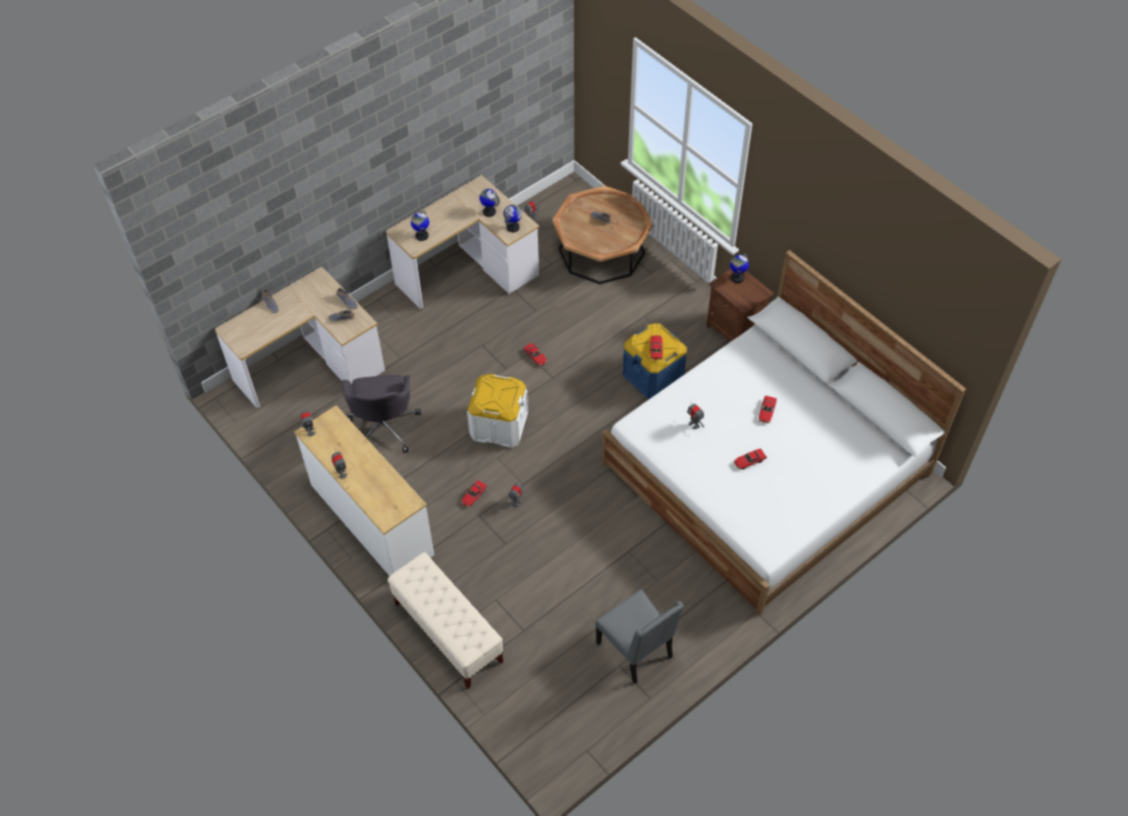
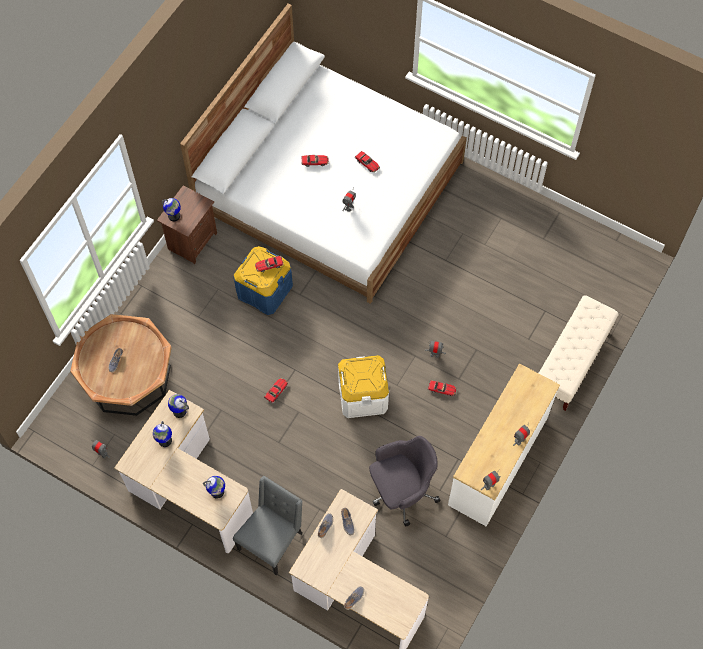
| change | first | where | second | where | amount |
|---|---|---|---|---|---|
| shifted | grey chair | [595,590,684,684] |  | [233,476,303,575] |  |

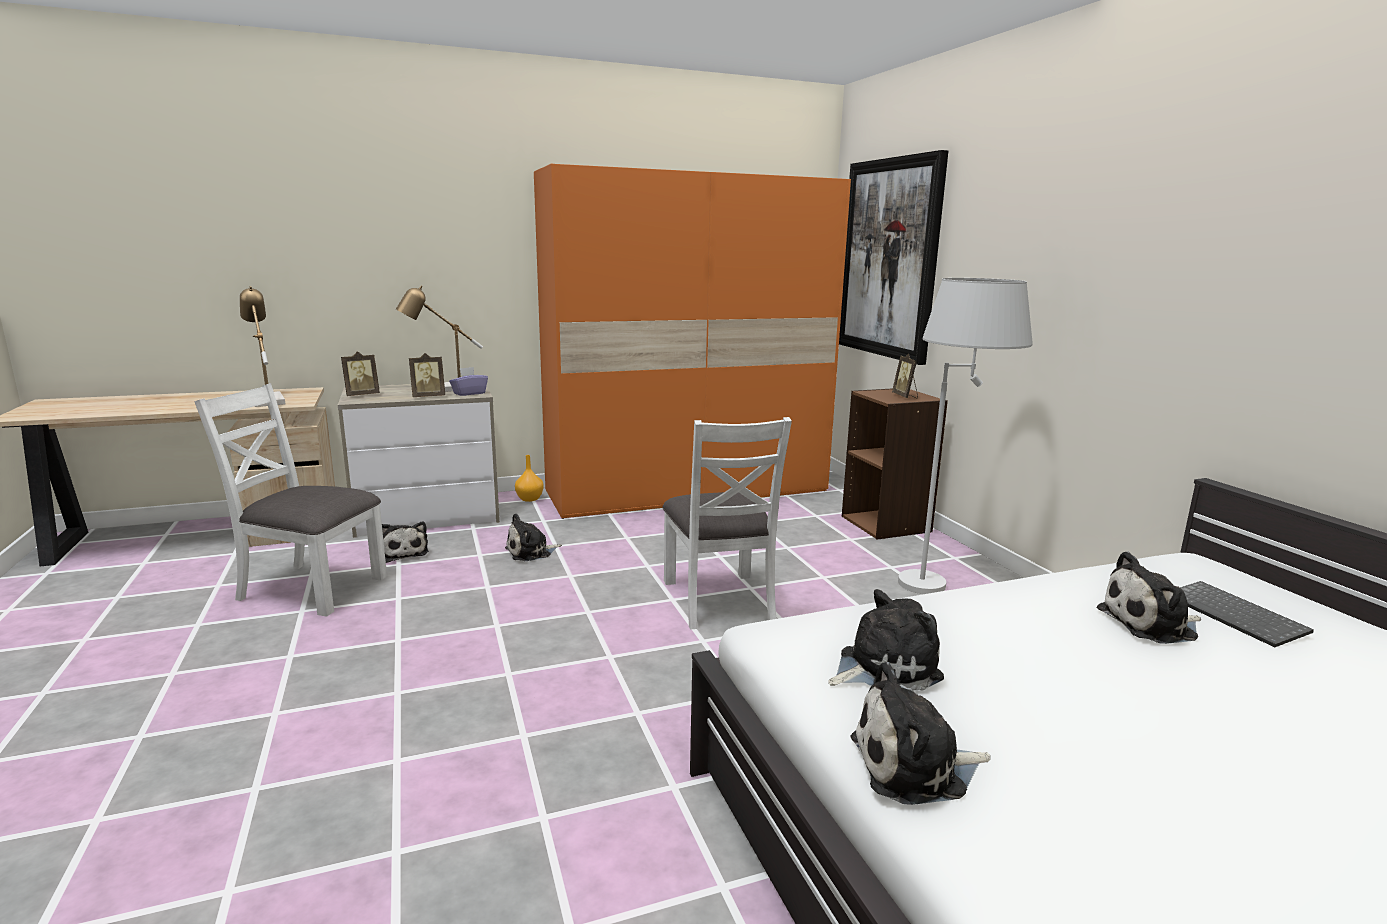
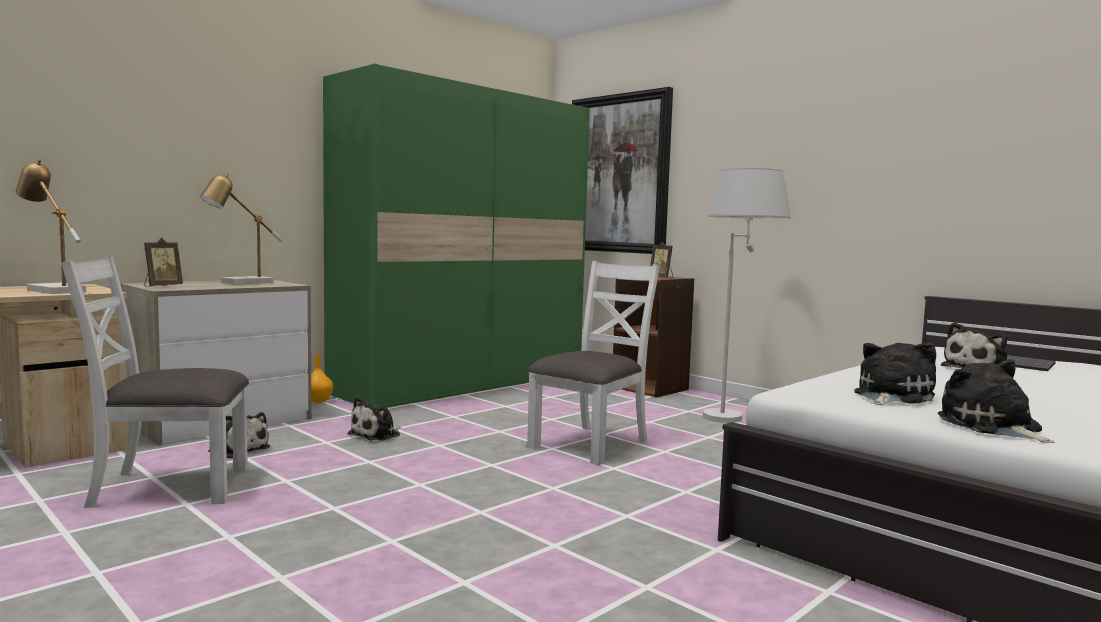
| change | first | where | second | where | amount |
|---|---|---|---|---|---|
| gone | picture frame | [409,353,445,397] |  |  |  |
| gone | purple tissue box | [449,367,488,396] |  |  |  |
| repainted | orange wardrobe | [534,164,851,519] | green wardrobe | [323,64,590,408] |  |
| rotated | white chair | [662,417,792,629] |  | [527,261,660,465] | 105 degrees counterclockwise |
| rotated | plush toy | [850,662,991,805] |  | [938,359,1054,443] | 105 degrees clockwise |

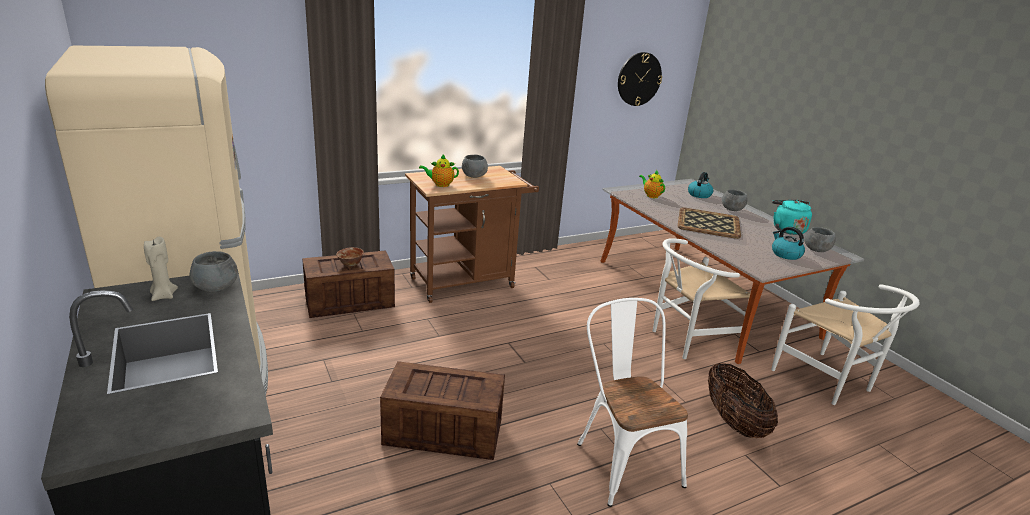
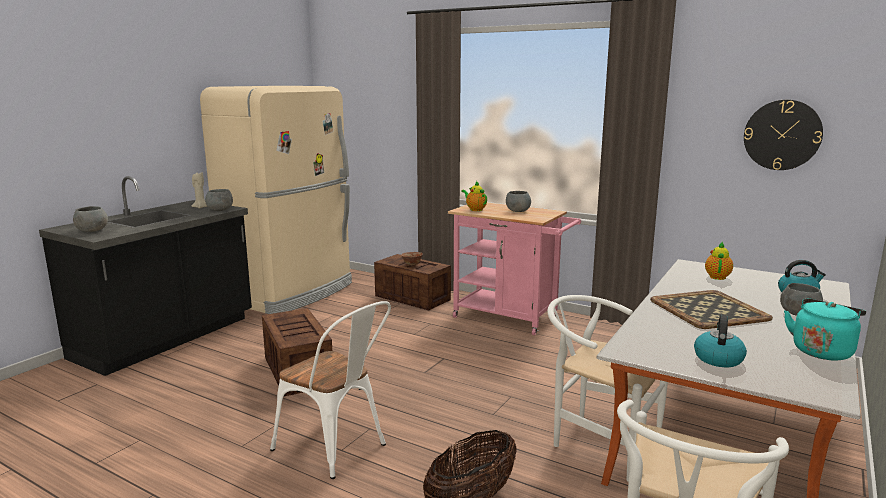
| change | first | where | second | where | amount |
|---|---|---|---|---|---|
| shifted | grey bowl | [804,227,836,252] |  | [73,206,108,232] |  |
| repainted | brown cart | [405,166,539,303] | pink cart | [448,202,581,335] |  |
| rotated | white chair | [577,298,688,507] |  | [270,301,391,479] | 90 degrees clockwise |

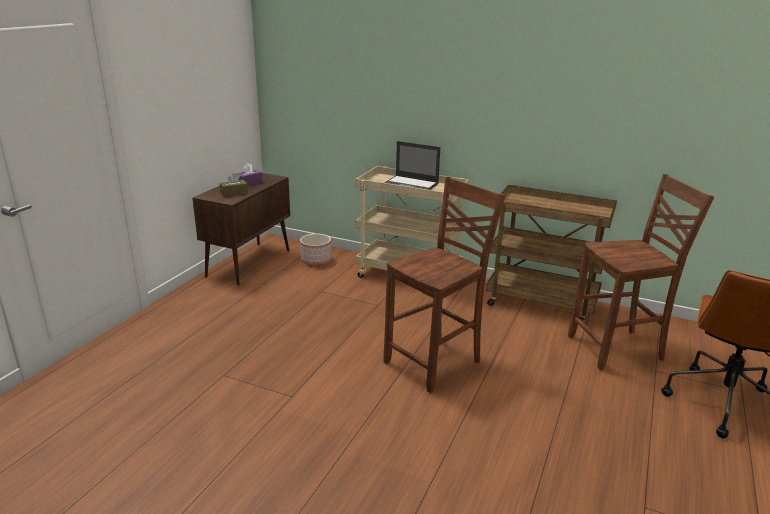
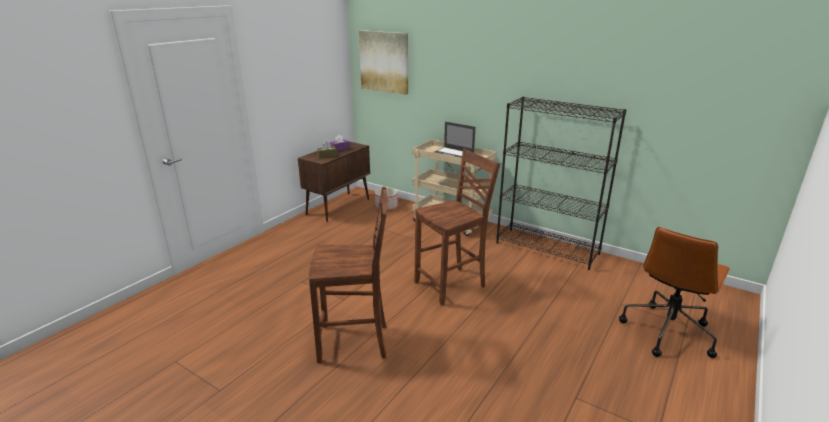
| change | first | where | second | where | amount |
|---|---|---|---|---|---|
| new |  |  | picture | [359,30,408,95] |  |
| shifted | brown chair | [568,174,714,370] |  | [309,187,388,363] |  |
| swapped | brown cart | [486,185,617,321] | black bookcase | [496,97,626,270] |  |

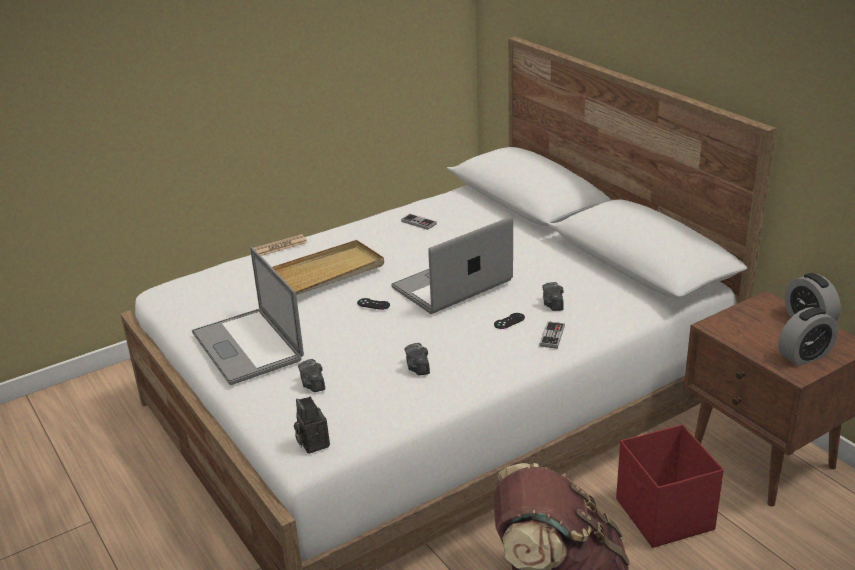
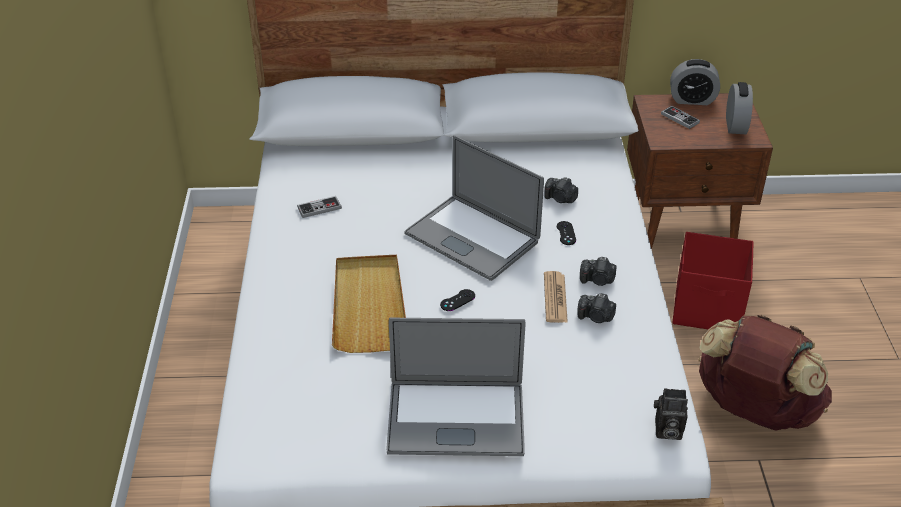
| change | first | where | second | where | amount |
|---|---|---|---|---|---|
| shifted | newspaper | [254,234,308,256] |  | [544,271,568,323] |  |
| shifted | photo camera | [298,359,325,392] |  | [580,257,617,286] |  |
| shifted | game controller | [539,321,565,349] |  | [661,106,700,129] |  |
| rotated | laptop | [391,217,513,314] |  | [405,135,544,281] | 45 degrees counterclockwise |

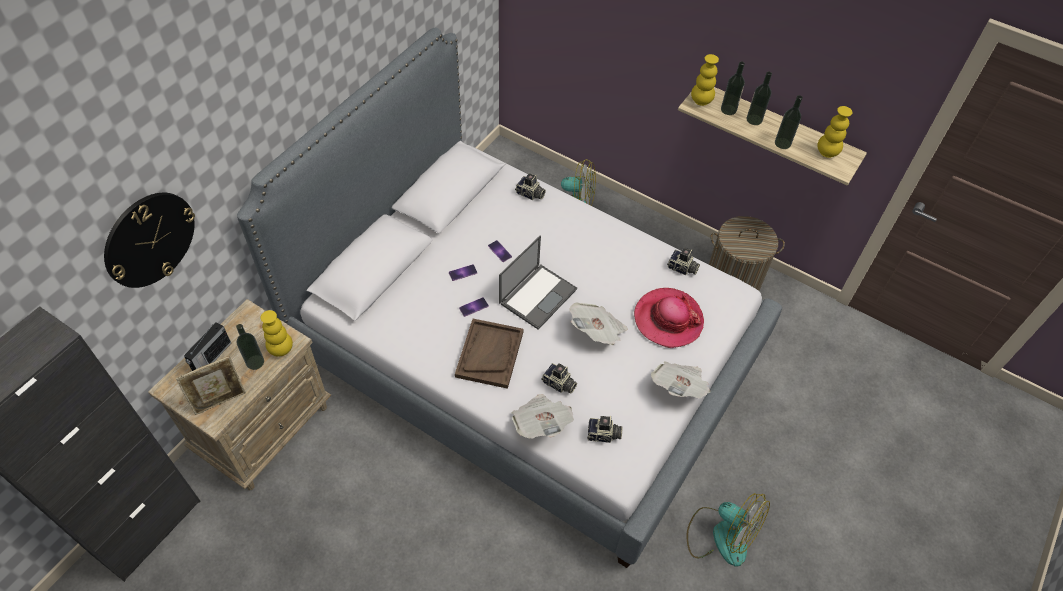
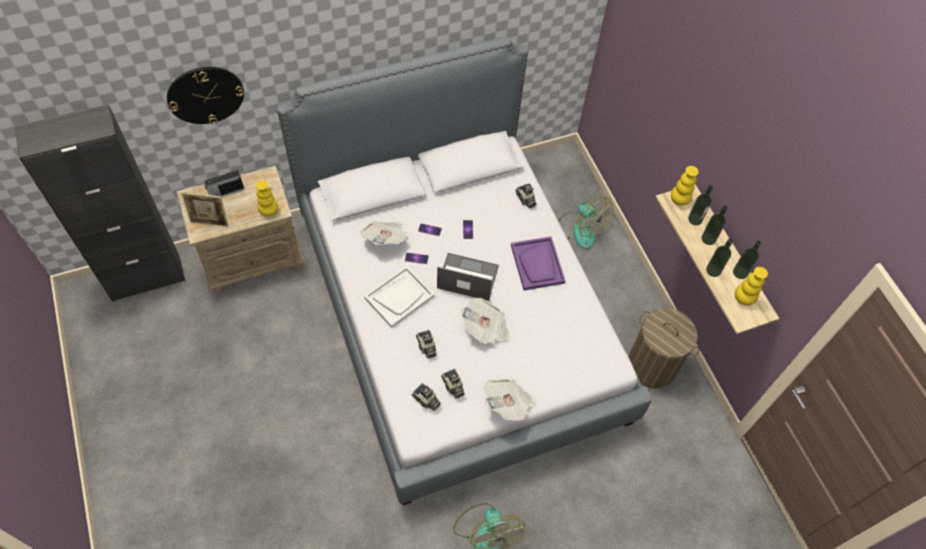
| change | first | where | second | where | amount |
|---|---|---|---|---|---|
| gone | hat | [634,288,704,348] |  |  |  |
| new |  |  | purple tray | [511,236,565,290] |  |
| shifted | bottle | [236,324,264,370] |  | [733,240,761,279] |  |
| shifted | newspaper | [511,394,574,439] |  | [361,221,407,245] |  |
| shifted | photo camera | [667,248,700,275] |  | [441,369,465,399] |  |
| repainted | brown tray | [455,319,524,389] | white tray | [364,266,435,328] |  |
| rotated | laptop | [499,236,577,330] |  | [437,253,499,301] | 150 degrees counterclockwise |

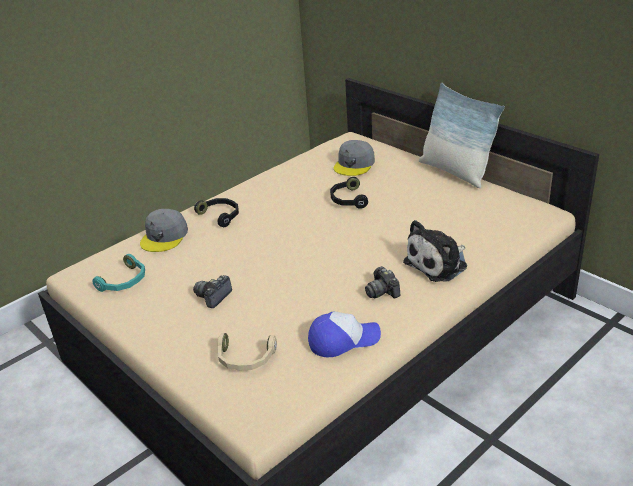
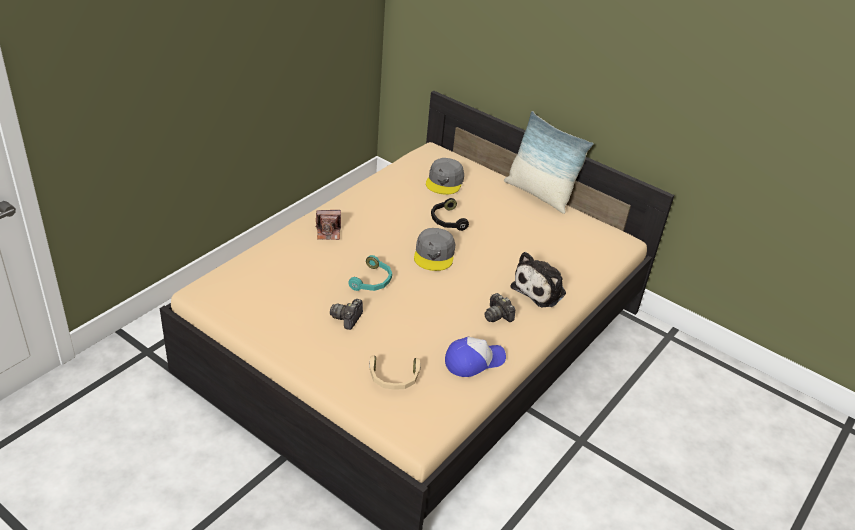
| change | first | where | second | where | amount |
|---|---|---|---|---|---|
| shifted | turquoise headphones | [92,254,145,292] |  | [348,255,392,291] |  |
| shifted | grey cap | [140,209,188,252] |  | [414,228,455,271] |  |
| swapped | black headphones | [194,198,239,227] | photo camera | [316,210,341,240] |  |

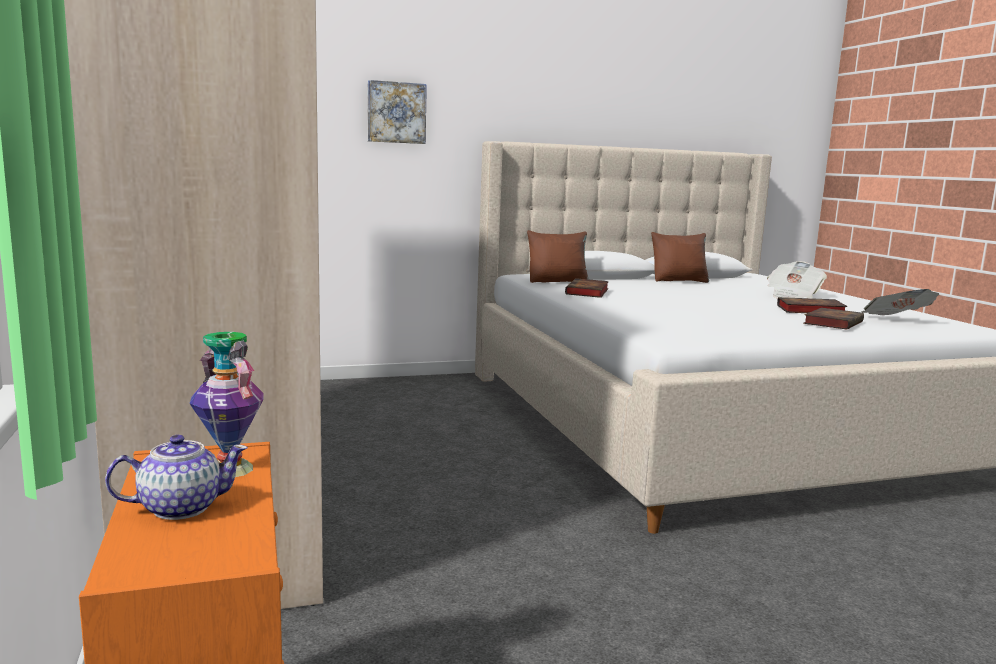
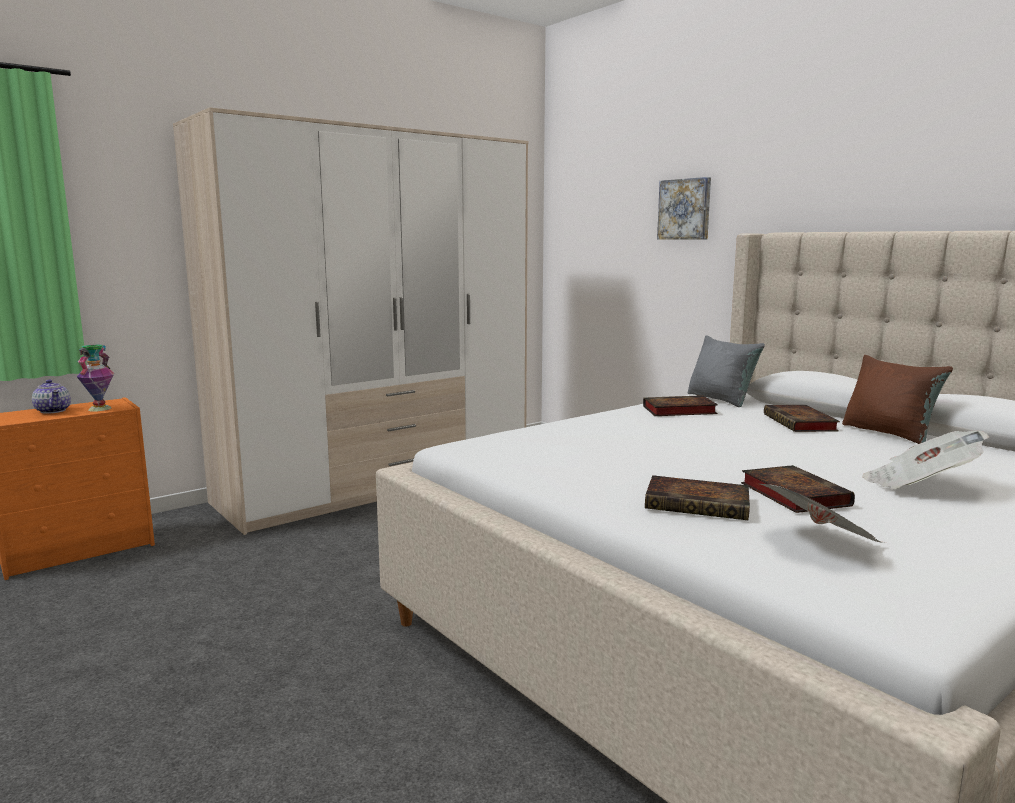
| change | first | where | second | where | amount |
|---|---|---|---|---|---|
| new |  |  | book | [764,405,840,432] |  |
| repainted | brown pillow | [527,230,589,283] | grey pillow | [687,335,765,407] |  |

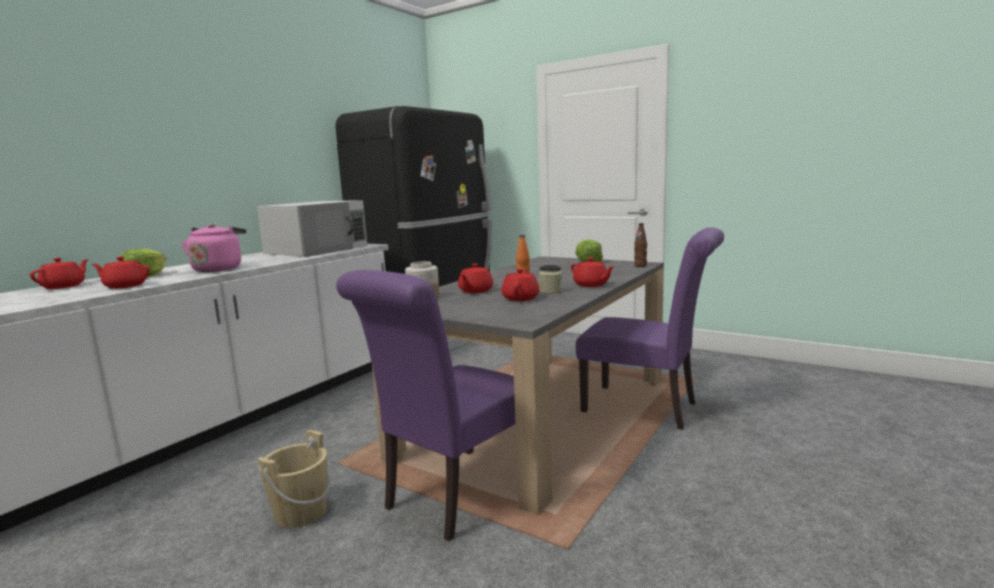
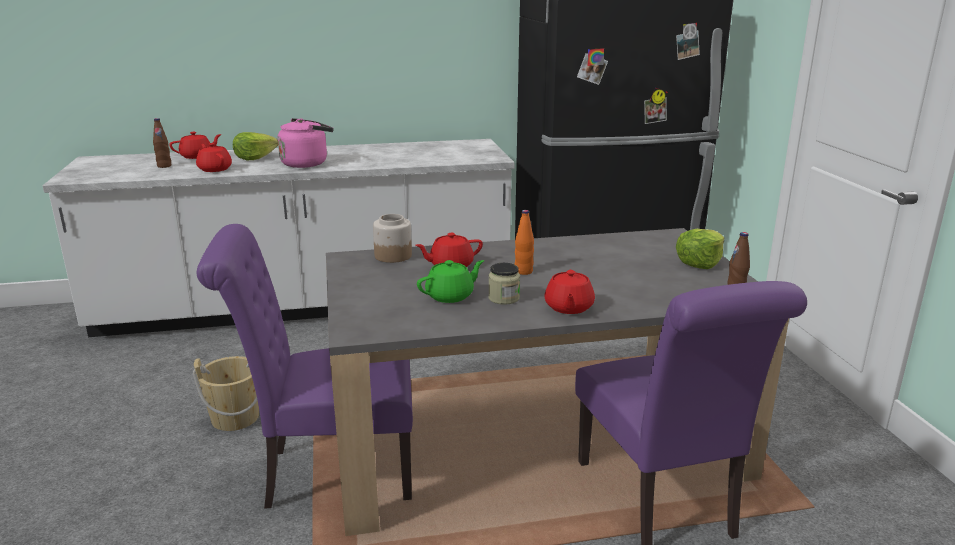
| change | first | where | second | where | amount |
|---|---|---|---|---|---|
| gone | white microwave | [257,200,367,257] |  |  |  |
| new |  |  | brown bottle | [153,118,171,168] |  |
| repainted | red teapot | [501,269,540,301] | green teapot | [417,260,484,303] |  |

